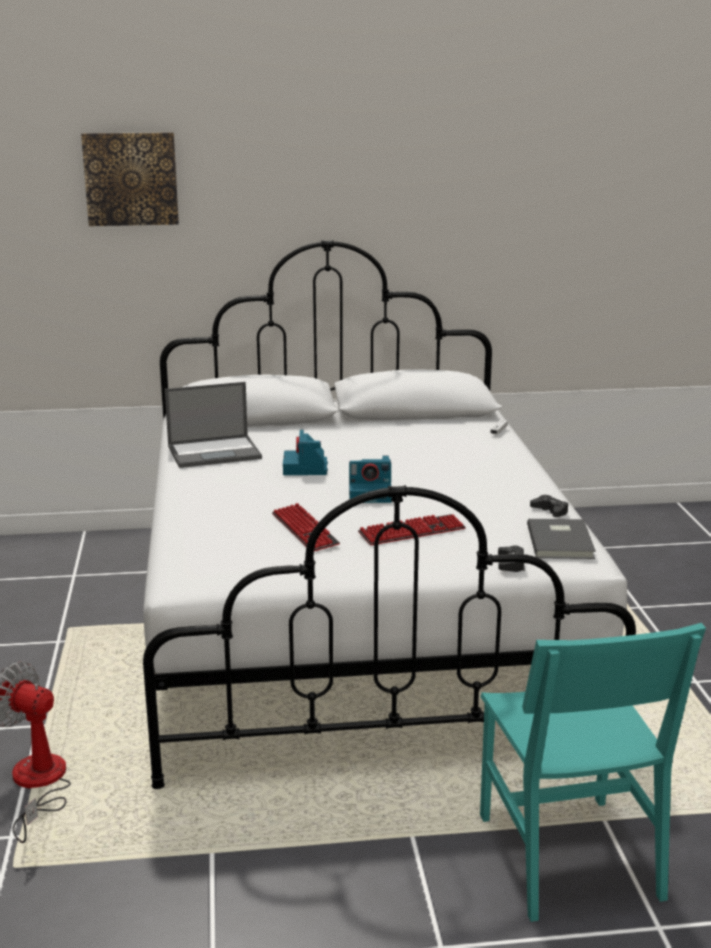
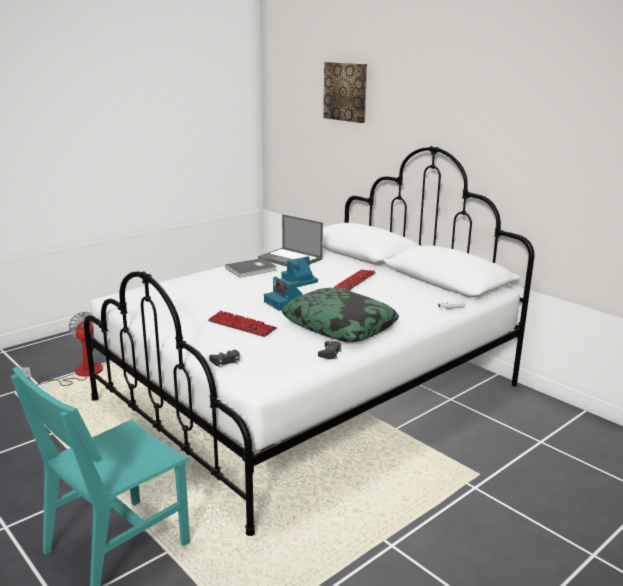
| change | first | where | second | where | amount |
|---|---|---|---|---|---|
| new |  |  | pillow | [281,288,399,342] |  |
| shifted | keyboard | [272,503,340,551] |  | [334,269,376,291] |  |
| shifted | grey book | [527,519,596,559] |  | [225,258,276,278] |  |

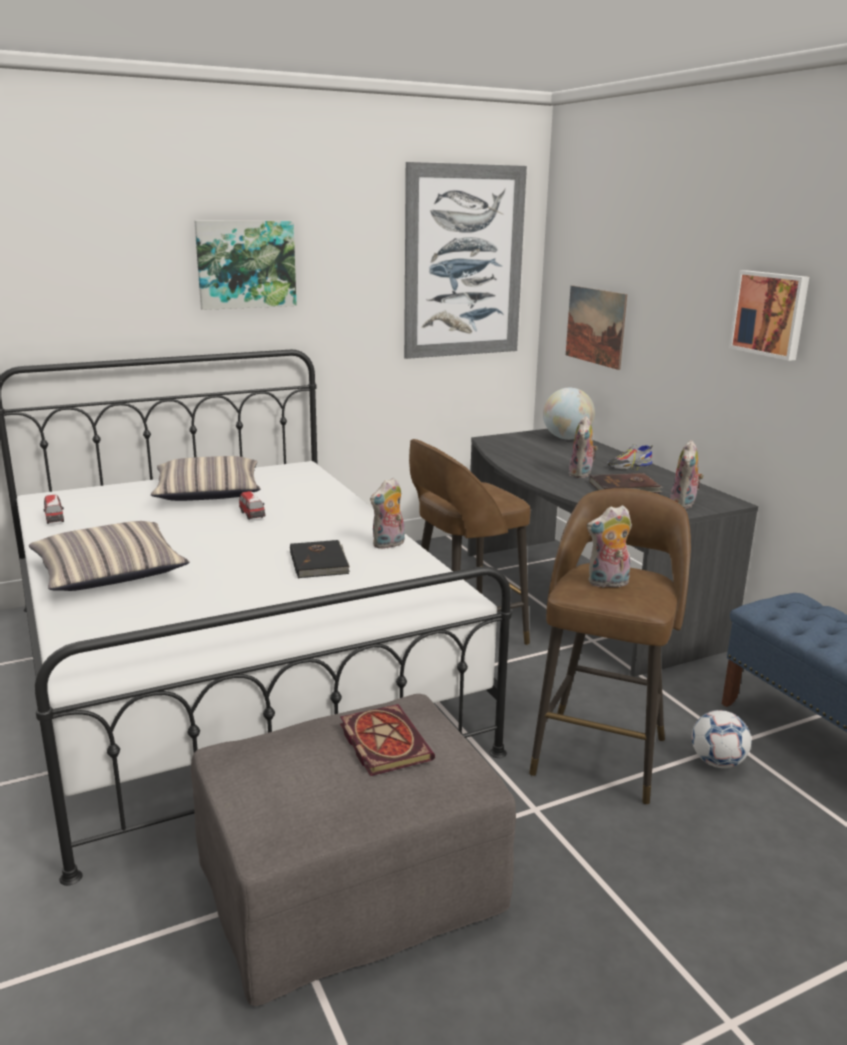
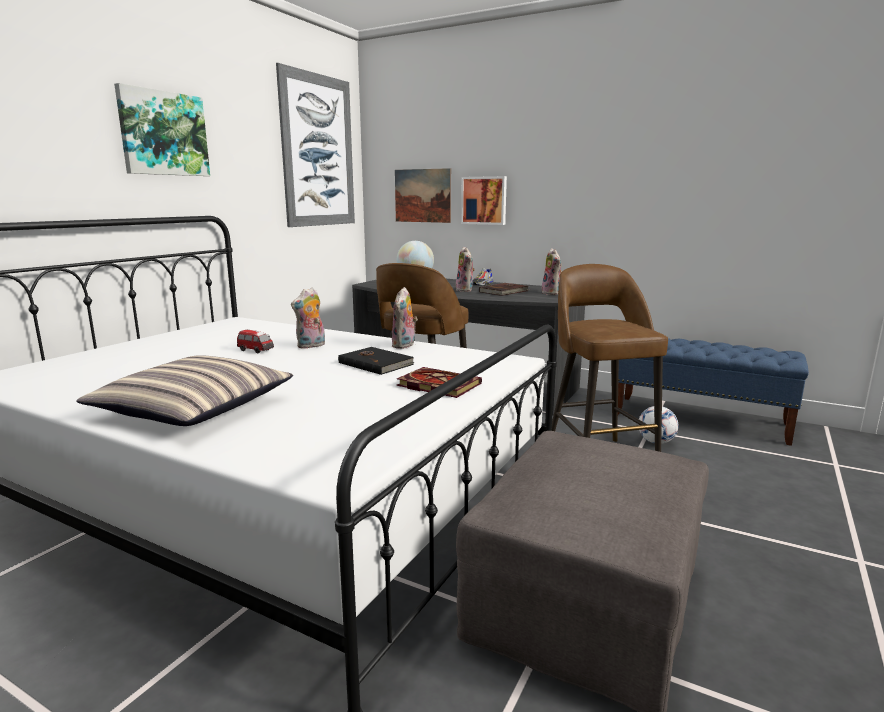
| change | first | where | second | where | amount |
|---|---|---|---|---|---|
| gone | toy car | [43,495,64,524] |  |  |  |
| gone | pillow | [151,456,261,501] |  |  |  |
| shifted | book | [340,704,435,776] |  | [397,367,482,398] |  |
| shifted | plush toy | [587,505,632,588] |  | [291,288,325,349] |  |
| shifted | picture | [729,270,809,361] |  | [461,176,507,225] |  |

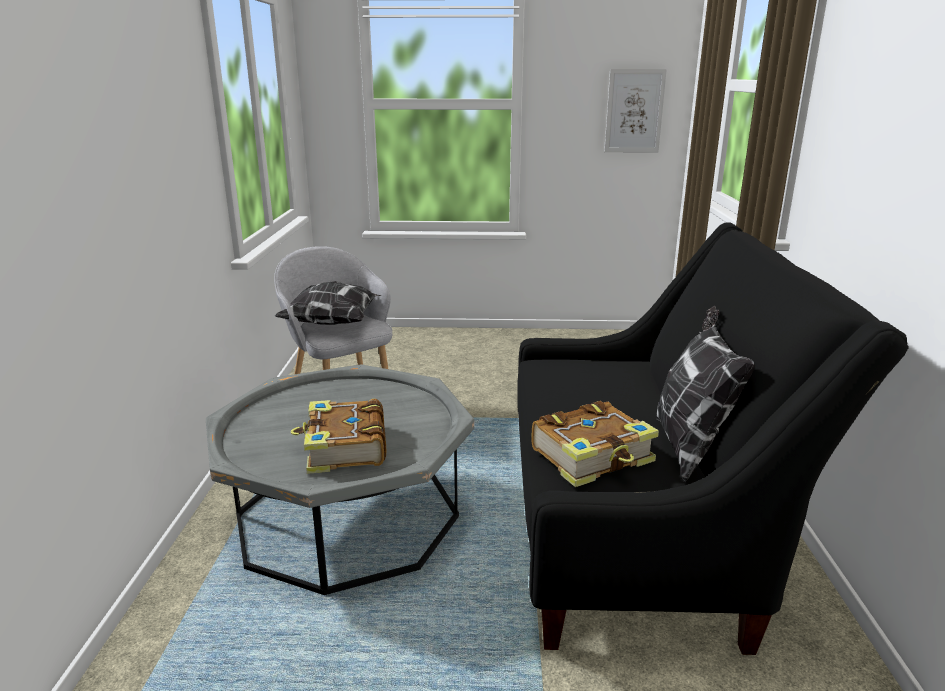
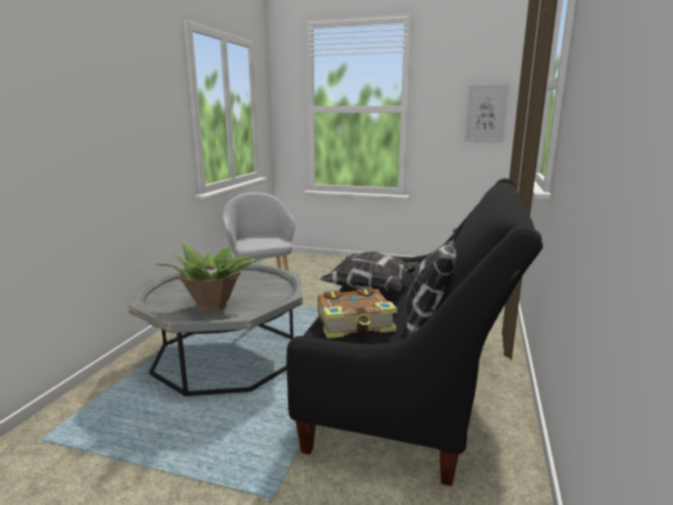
| change | first | where | second | where | amount |
|---|---|---|---|---|---|
| shifted | pillow | [275,281,381,325] |  | [320,252,420,292] |  |
| swapped | book | [290,399,386,474] | potted plant | [156,244,263,312] |  |

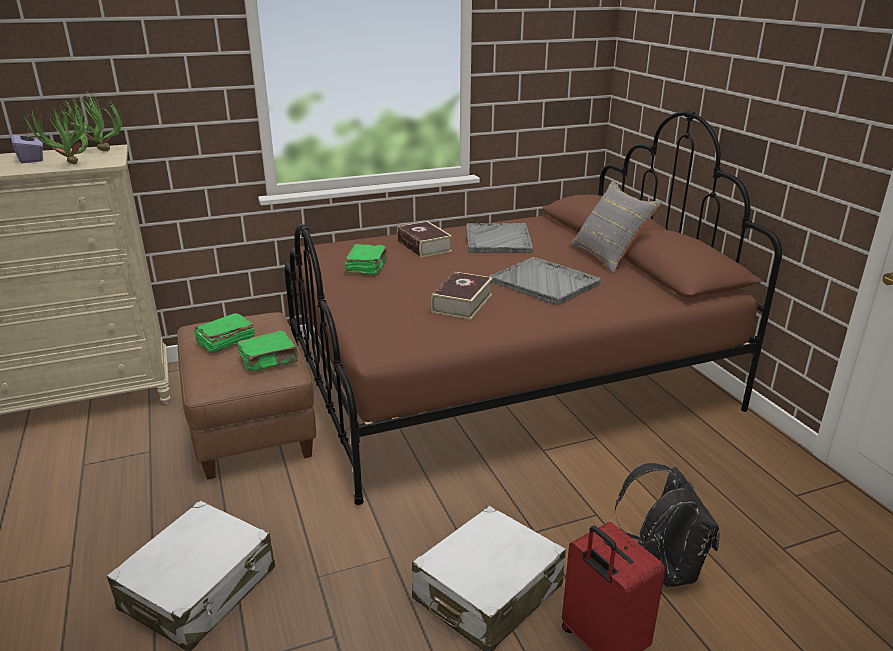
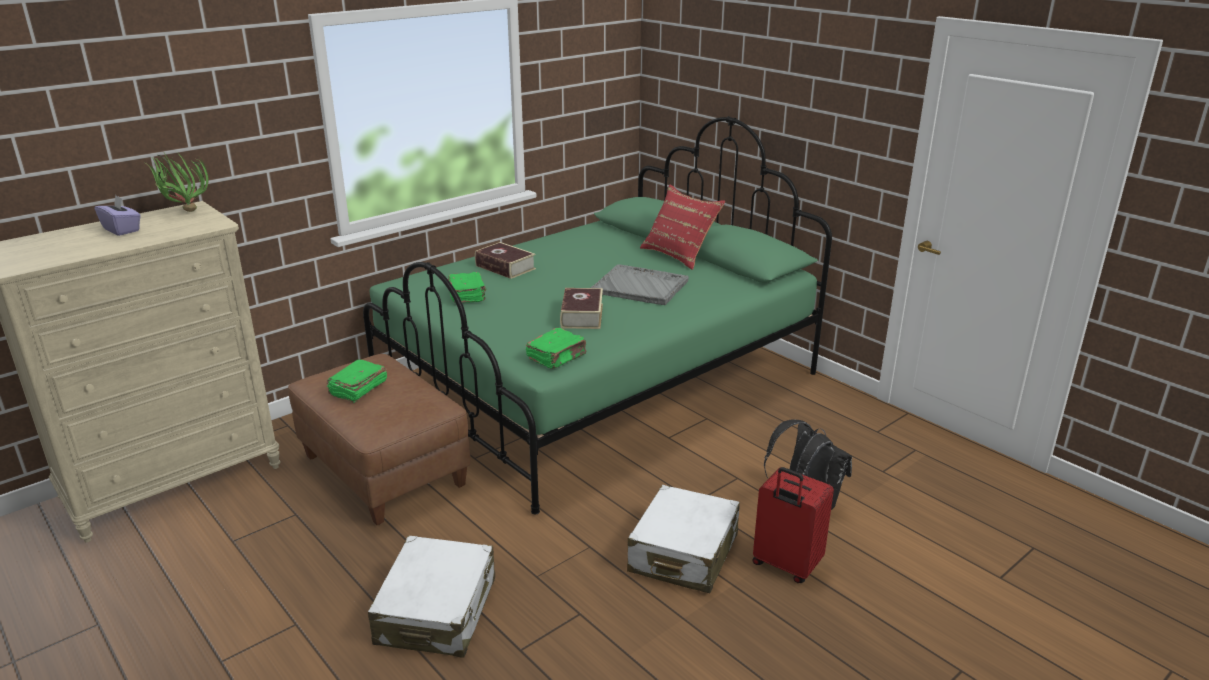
| change | first | where | second | where | amount |
|---|---|---|---|---|---|
| gone | potted plant | [23,100,91,164] |  |  |  |
| gone | grey tray | [466,223,533,253] |  |  |  |
| shifted | green book | [237,331,298,371] |  | [526,328,587,369] |  |
| repainted | brown bed | [285,110,782,505] | green bed | [363,116,832,514] |  |
| repainted | grey pillow | [570,181,662,273] | red pillow | [640,185,725,270] |  |

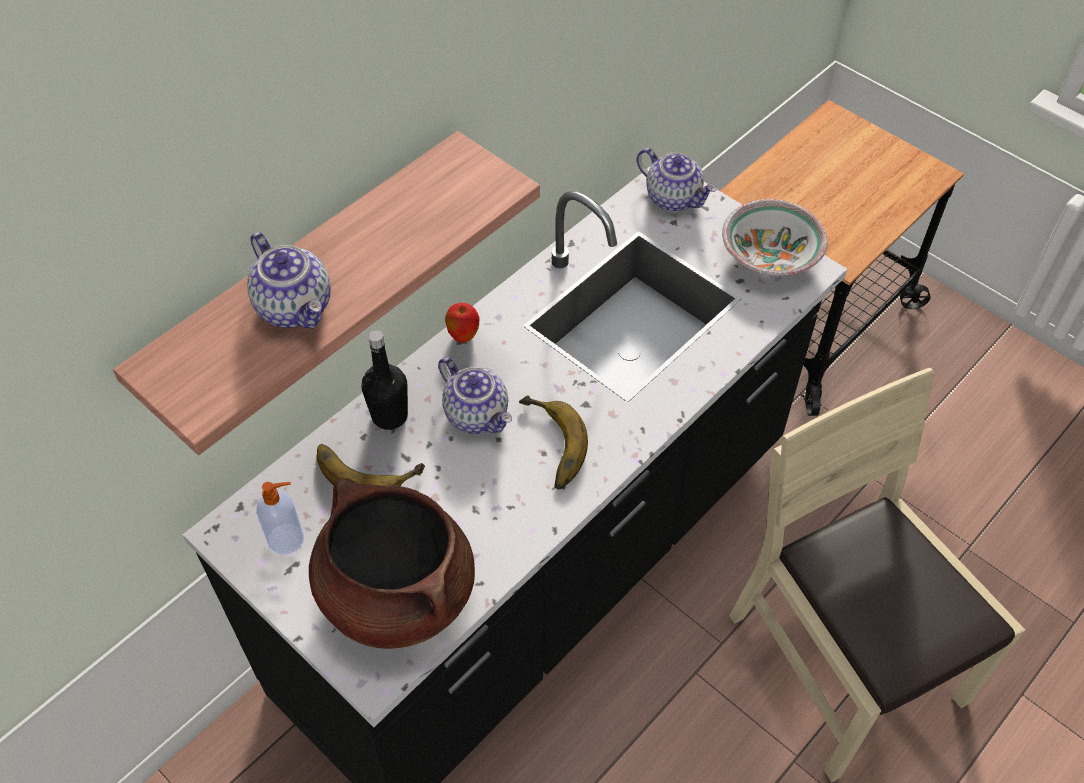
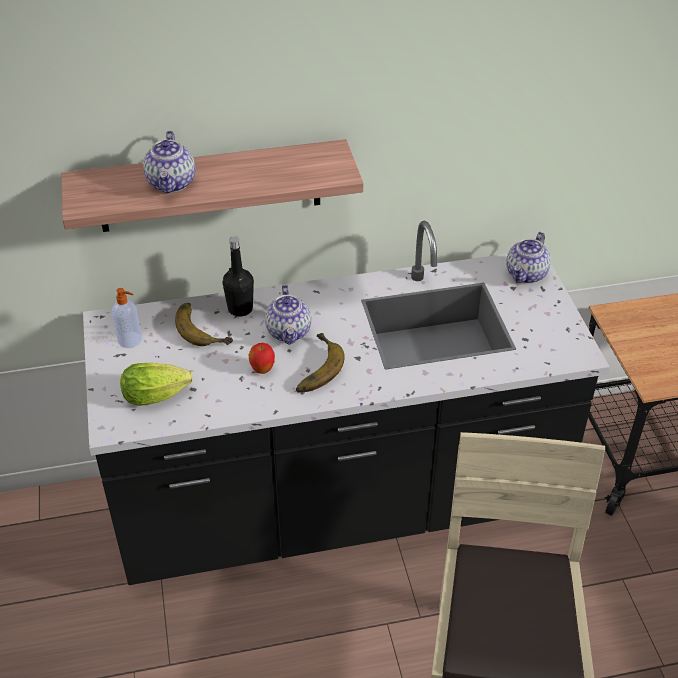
| change | first | where | second | where | amount |
|---|---|---|---|---|---|
| gone | bowl | [722,199,828,276] |  |  |  |
| shifted | apple | [445,303,479,343] |  | [249,343,275,374] |  |
| swapped | brown cooking pot | [309,478,475,649] | lettuce | [120,363,193,406] |  |
| rotated | teapot | [637,148,717,211] |  | [506,232,551,283] | 45 degrees clockwise |

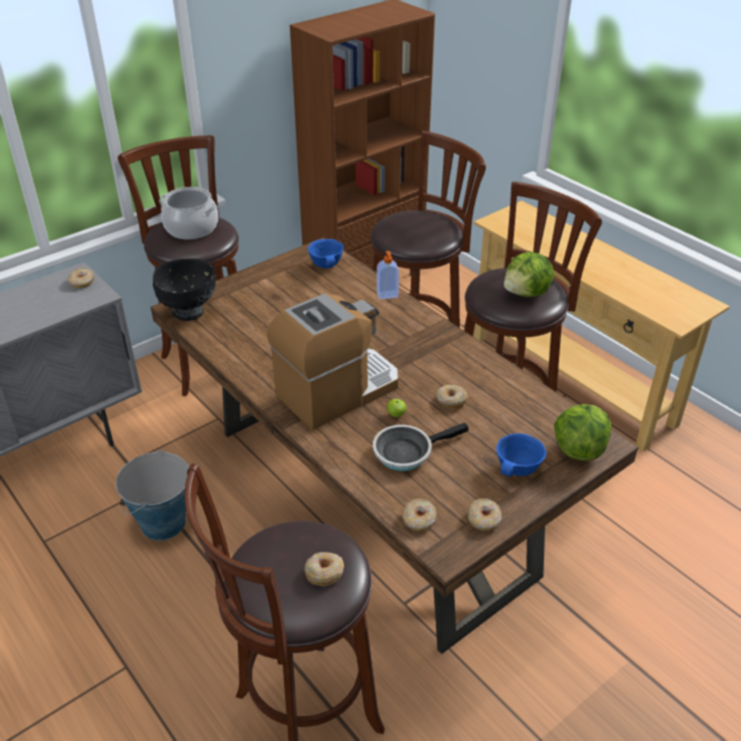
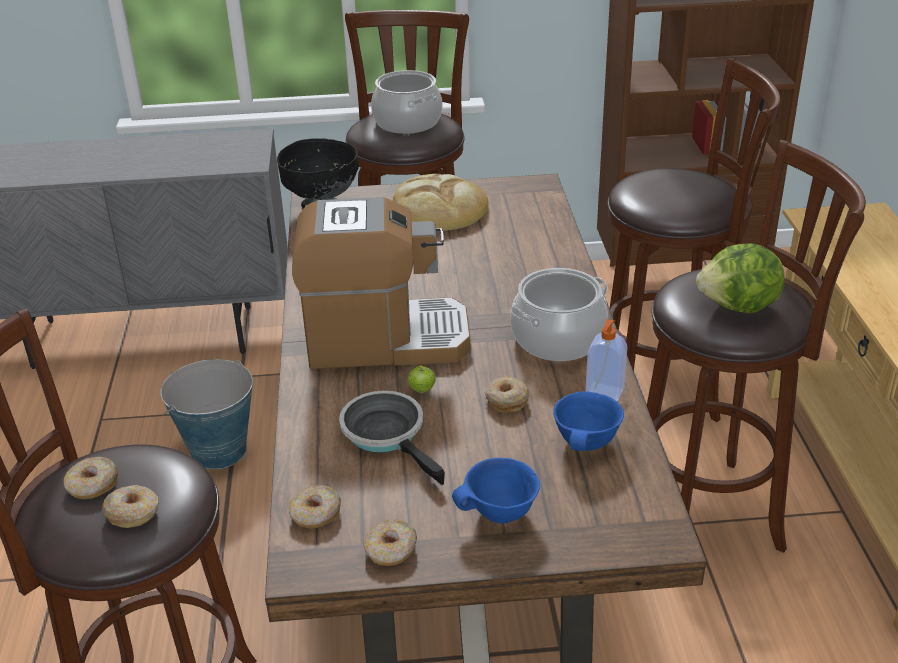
| change | first | where | second | where | amount |
|---|---|---|---|---|---|
| gone | lettuce | [554,404,611,461] |  |  |  |
| new |  |  | bread | [393,174,489,231] |  |
| new |  |  | cooking pot | [510,268,608,361] |  |
| shifted | donut | [67,268,94,288] |  | [64,457,118,499] |  |
| shifted | blue bowl | [308,239,344,268] |  | [553,391,624,451] |  |
| shifted | soap dispenser | [377,251,399,300] |  | [585,319,627,401] |  |
| rotated | frying pan | [373,423,469,471] |  | [339,391,445,485] | 45 degrees clockwise |

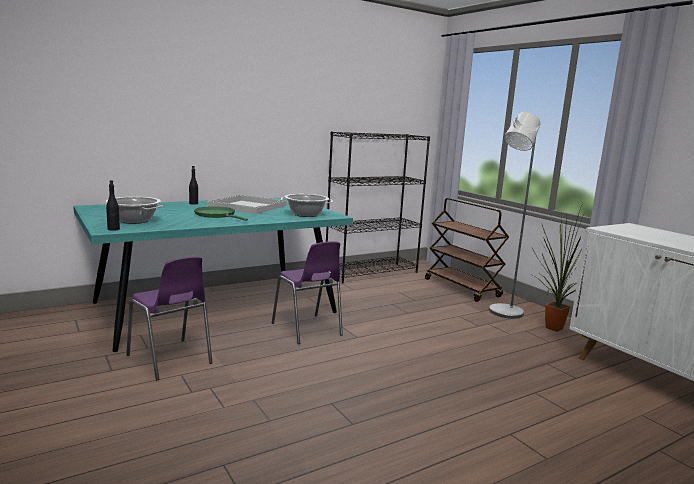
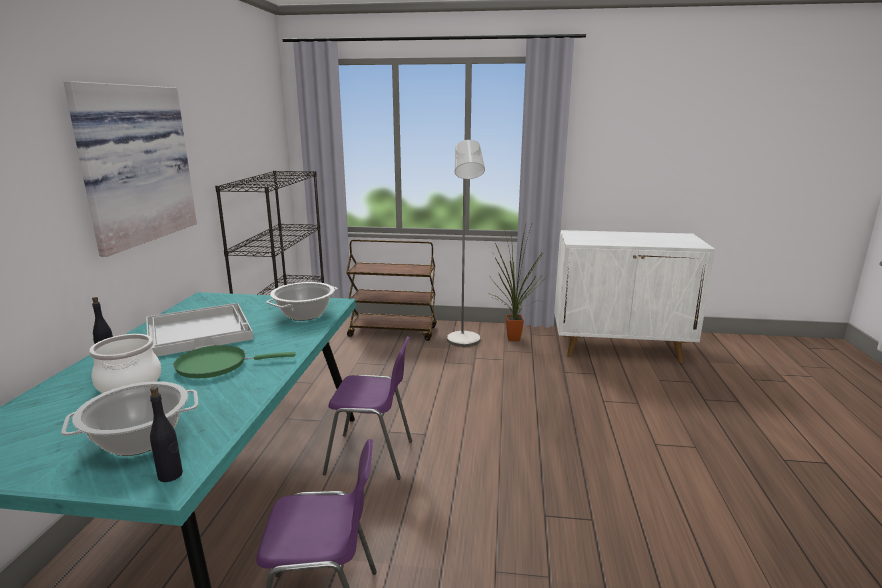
| change | first | where | second | where | amount |
|---|---|---|---|---|---|
| new |  |  | picture | [64,81,197,257] |  |
| new |  |  | cooking pot | [89,334,161,393] |  |

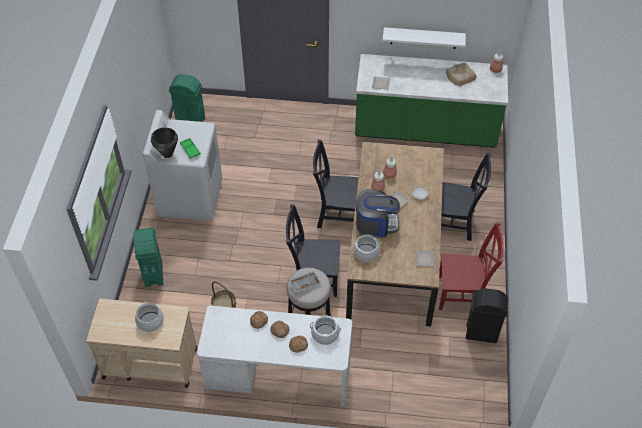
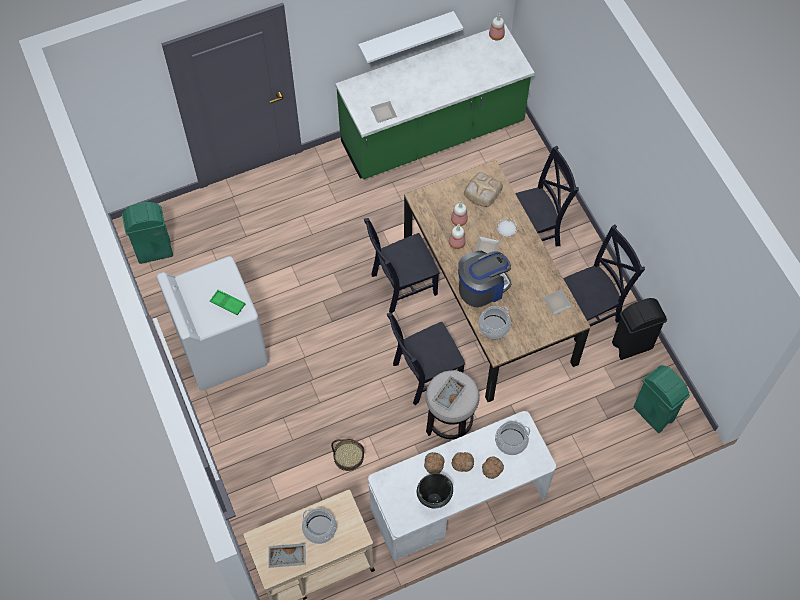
| change | first | where | second | where | amount |
|---|---|---|---|---|---|
| new |  |  | grey tray | [269,543,306,568] |  |
| shifted | green trash can | [134,228,163,287] |  | [634,365,690,433] |  |
| shifted | black cooking pot | [151,128,178,158] |  | [417,473,453,508] |  |
| shifted | bread | [446,63,477,86] |  | [464,172,503,207] |  |
| repainted | red chair | [439,222,503,310] | black chair | [563,224,645,342] |  |

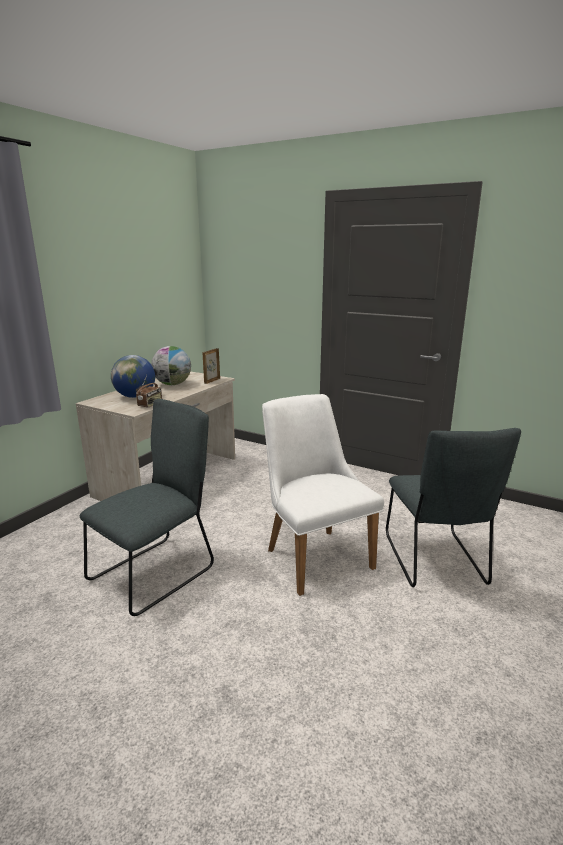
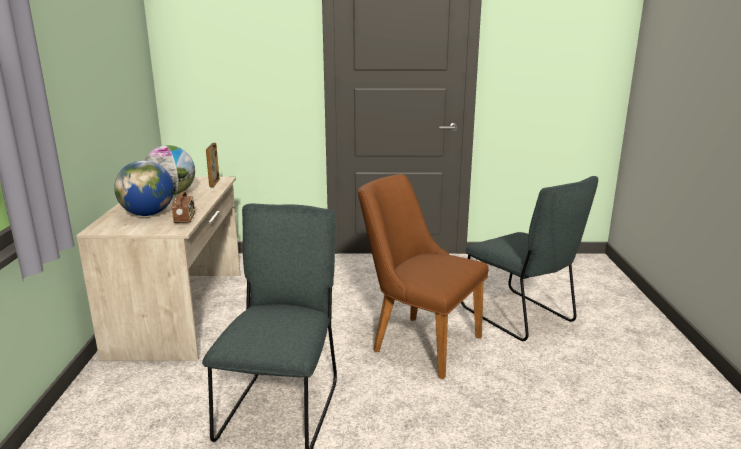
| change | first | where | second | where | amount |
|---|---|---|---|---|---|
| repainted | white chair | [262,394,384,596] | brown chair | [358,174,488,379] |  |

